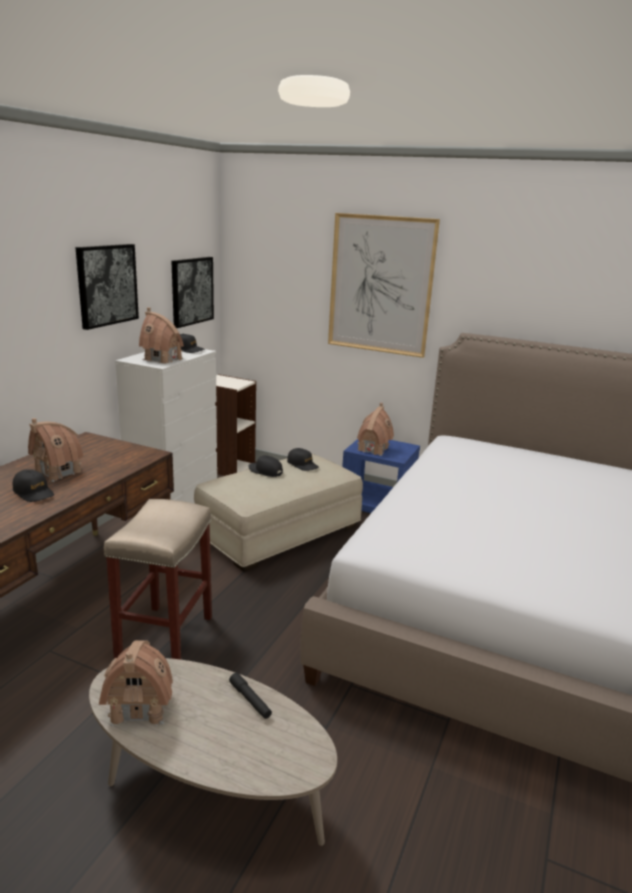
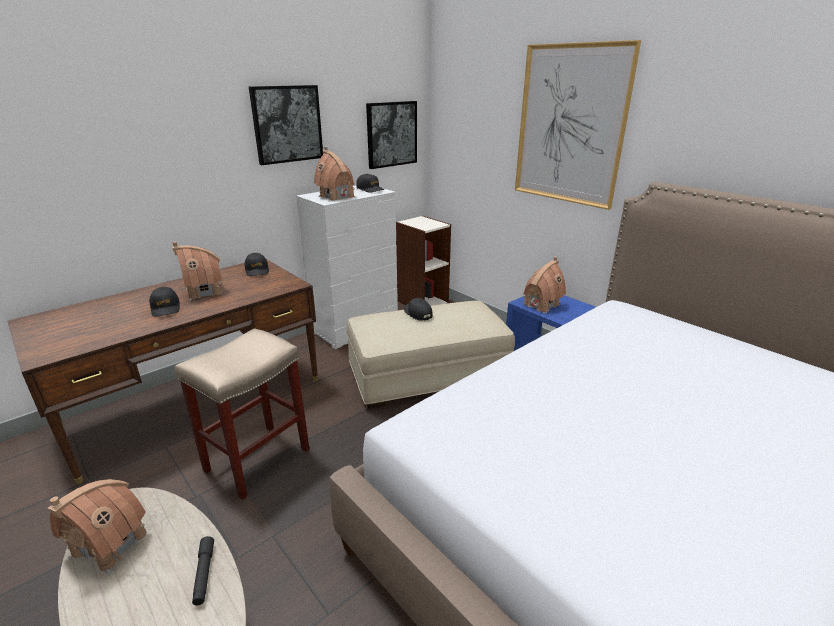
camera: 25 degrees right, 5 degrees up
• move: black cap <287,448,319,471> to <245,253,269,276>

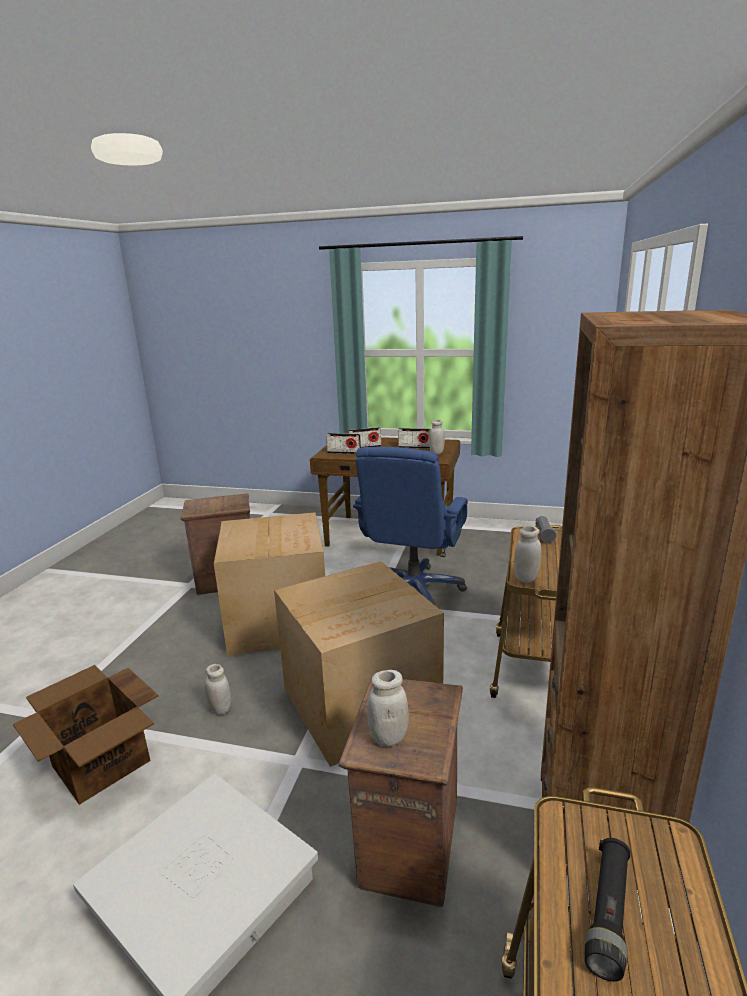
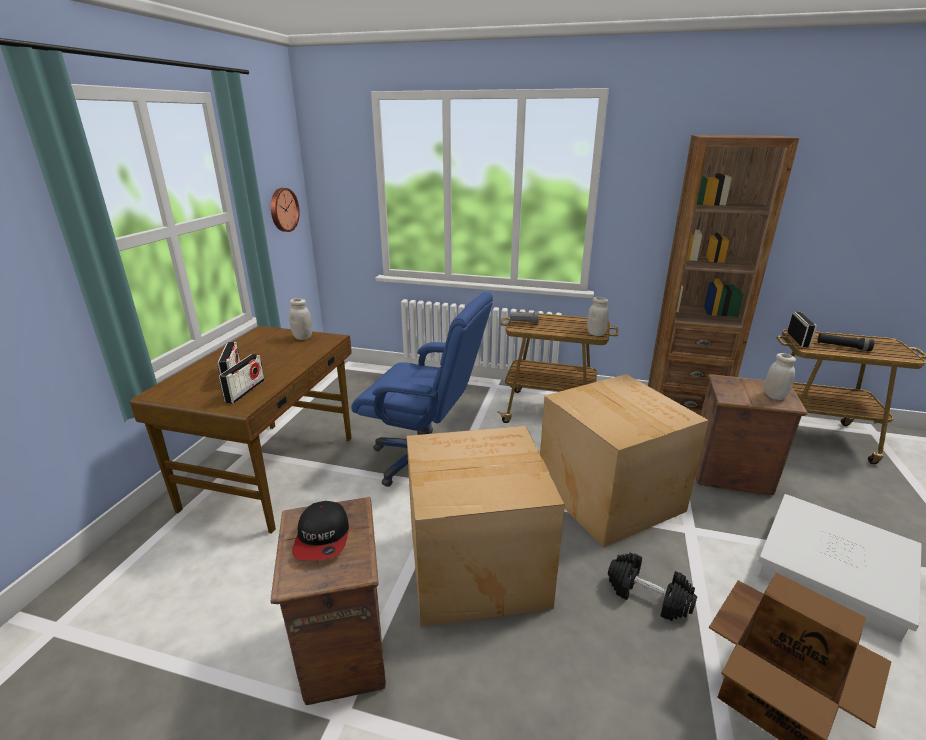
camera: 90 degrees left, 5 degrees up
• insert: wall clock <271,188,300,232>
• insert: cap <292,501,349,561>
• move: radio <398,428,431,449> to <787,311,817,347>
• replace: white jar <205,664,231,715> to black dumbbell <608,553,697,621>

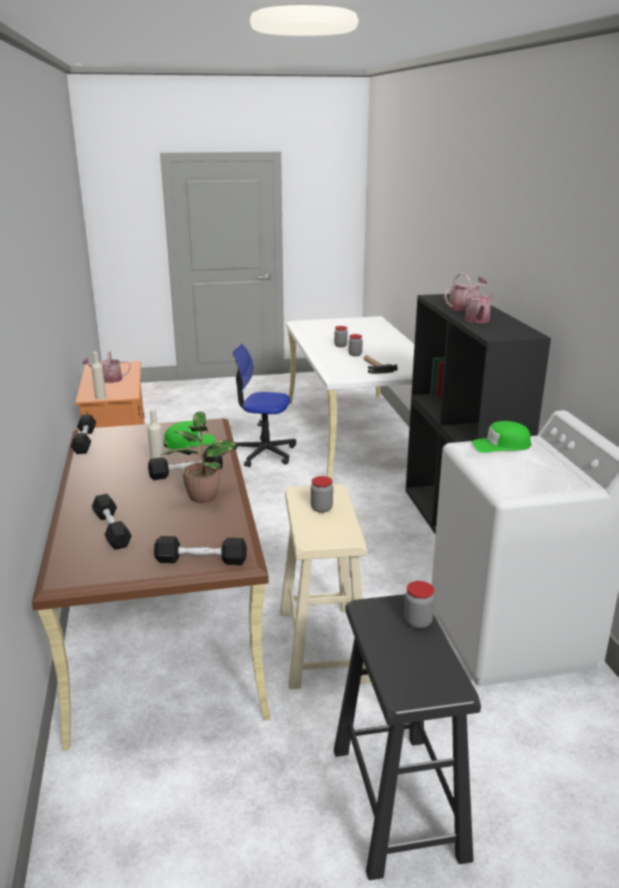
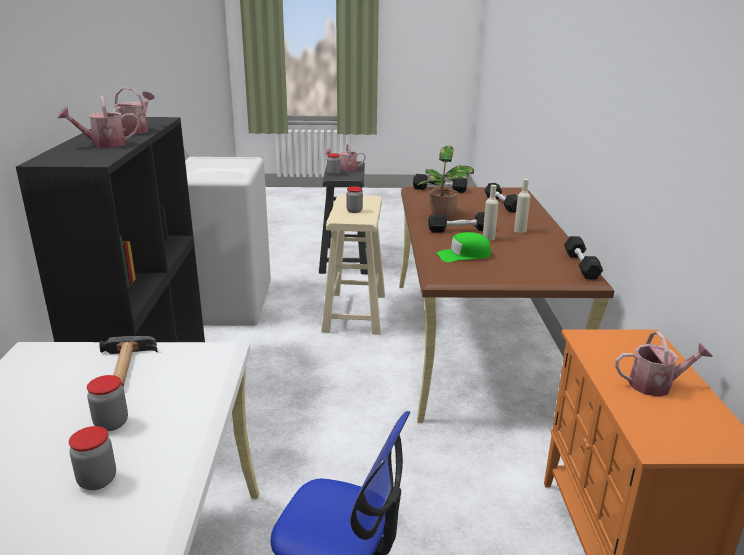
camera: 170 degrees left, 0 degrees up
• delete: green cap <471,421,531,453>
• insert: watering can <325,143,366,171>
• move: beige bottle <91,352,106,399> to <514,179,530,233>

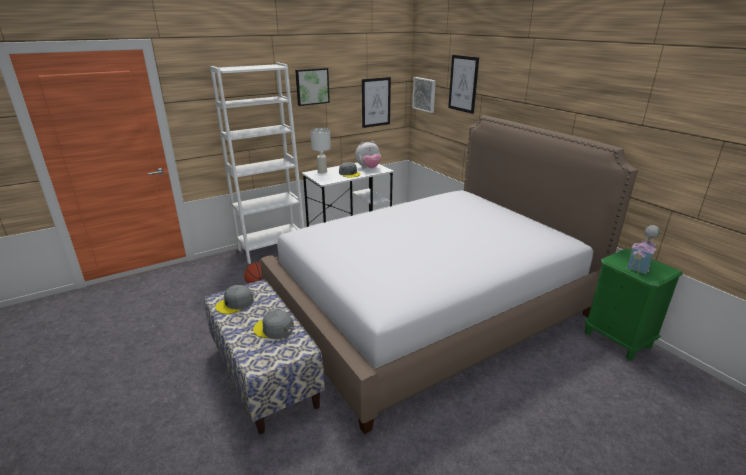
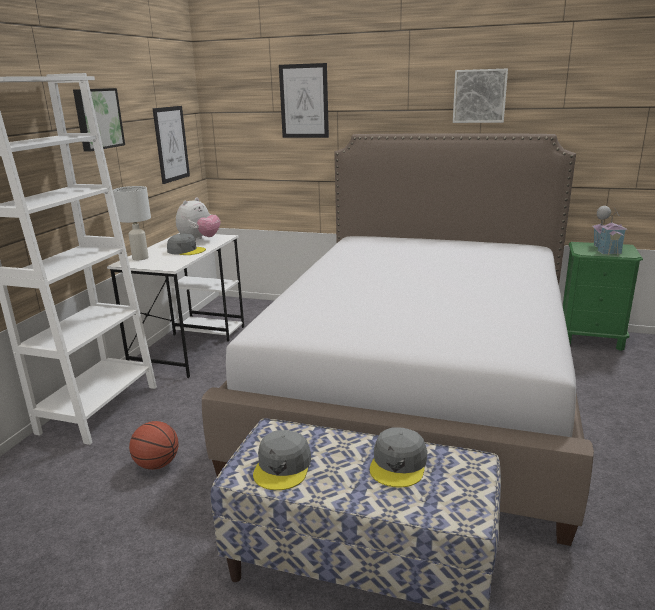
camera: 40 degrees left, 5 degrees down
• move: picture <412,77,436,113> to <453,69,508,123>
• rotate: grey cap <253,310,294,339> = <370,427,427,487> 45 degrees counterclockwise

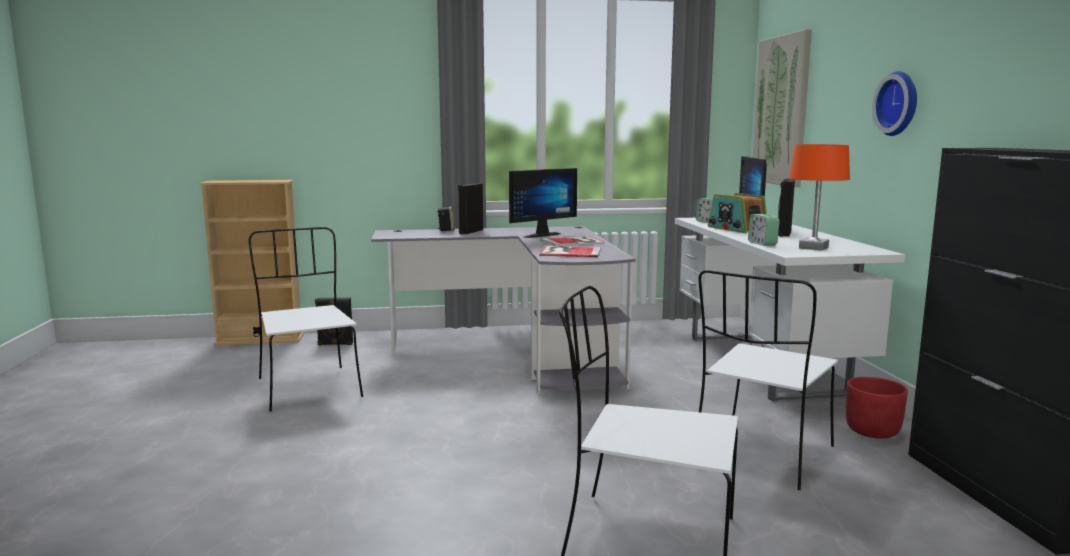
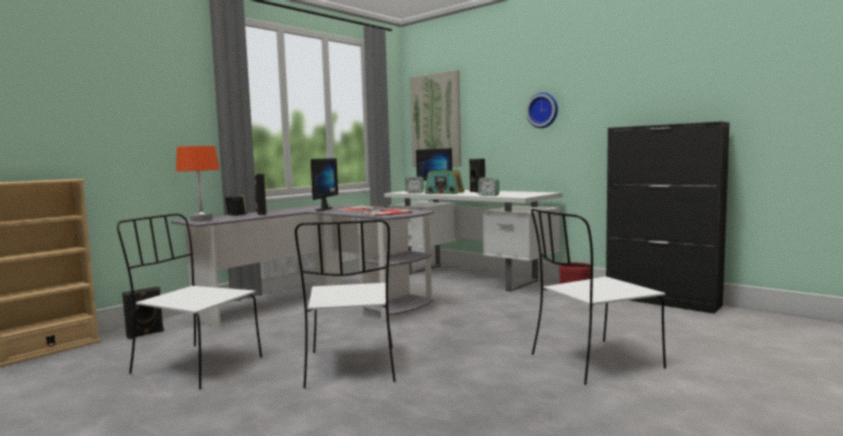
camera: 40 degrees left, 5 degrees down
• move: white chair <699,270,838,490> to <295,220,396,388>
• move: orange table lamp <789,144,850,251> to <176,146,220,221>

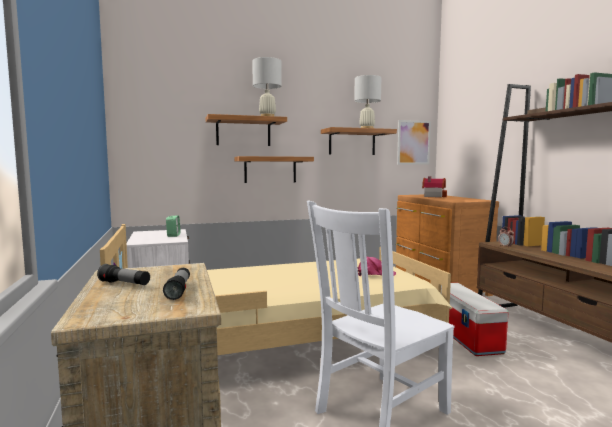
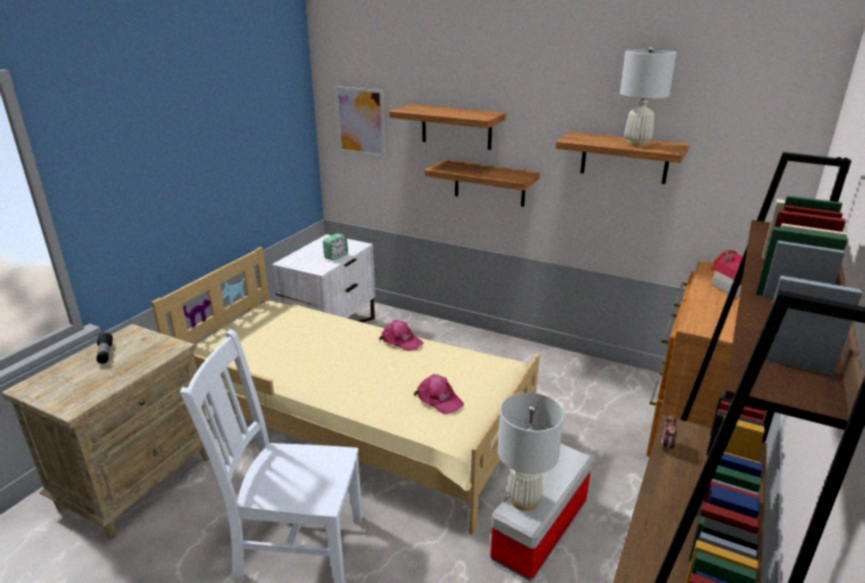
camera: 45 degrees right, 20 degrees up
• delete: flashlight <163,268,190,300>
• insert: pink cap <379,320,424,351>
• move: white table lamp <252,57,282,116> to <498,393,564,511>
• move: picture <397,120,431,165> to <335,86,385,158>

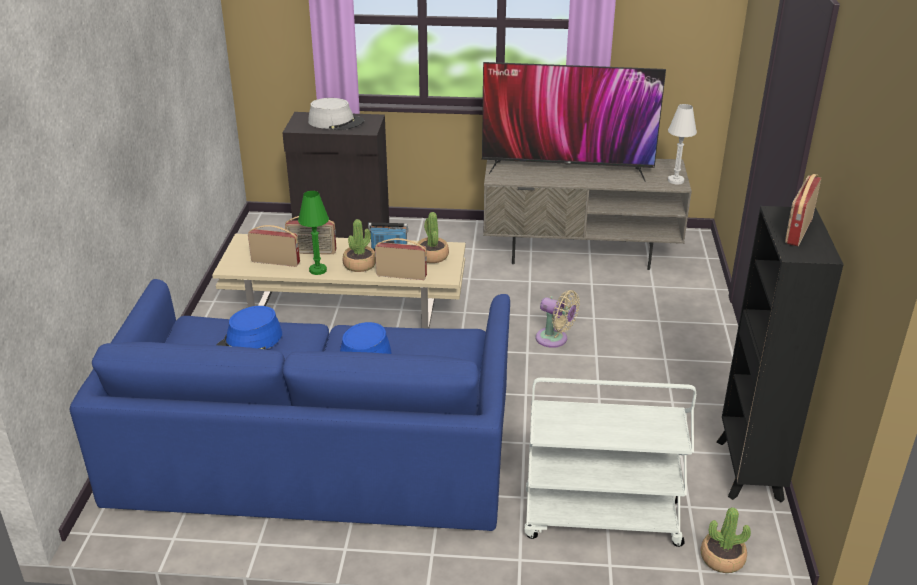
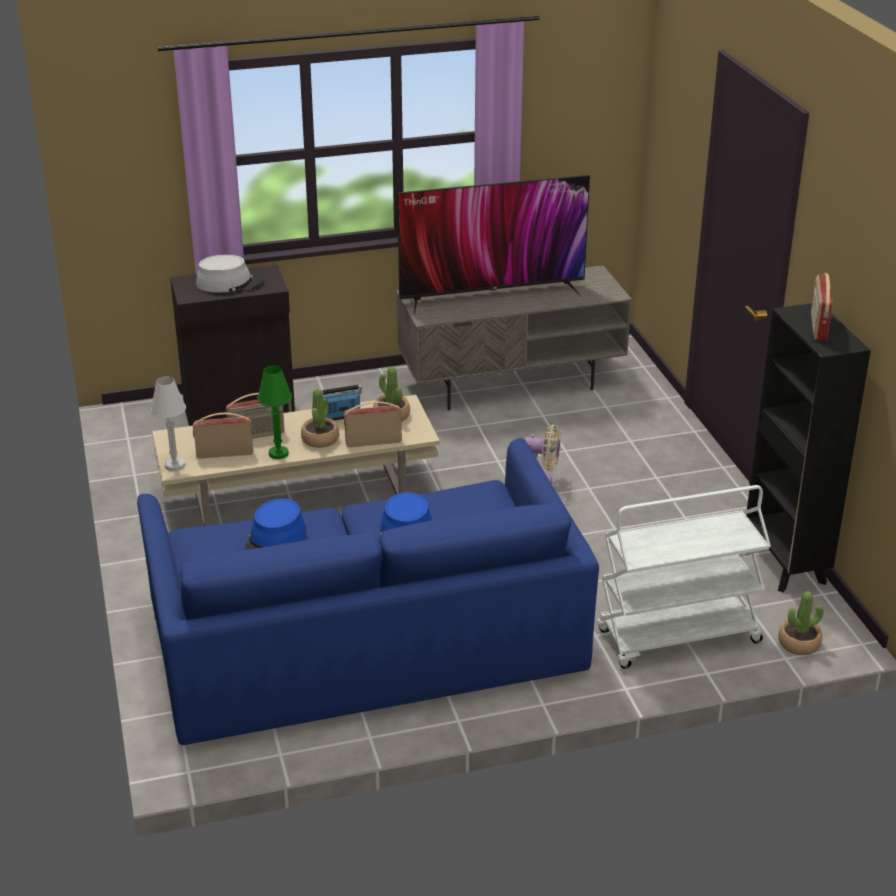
camera: 20 degrees left, 0 degrees up
• move: white table lamp <668,104,697,185> to <151,376,186,471>

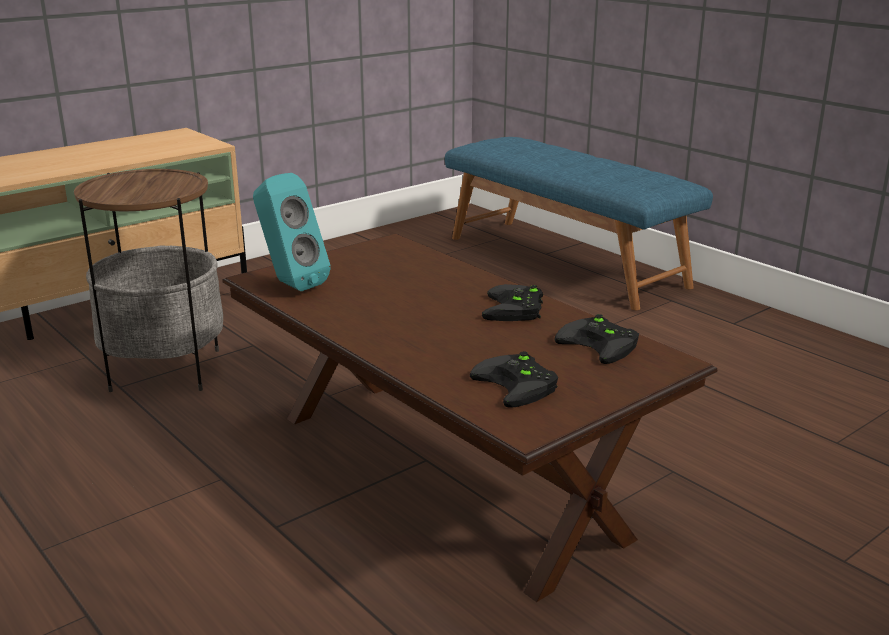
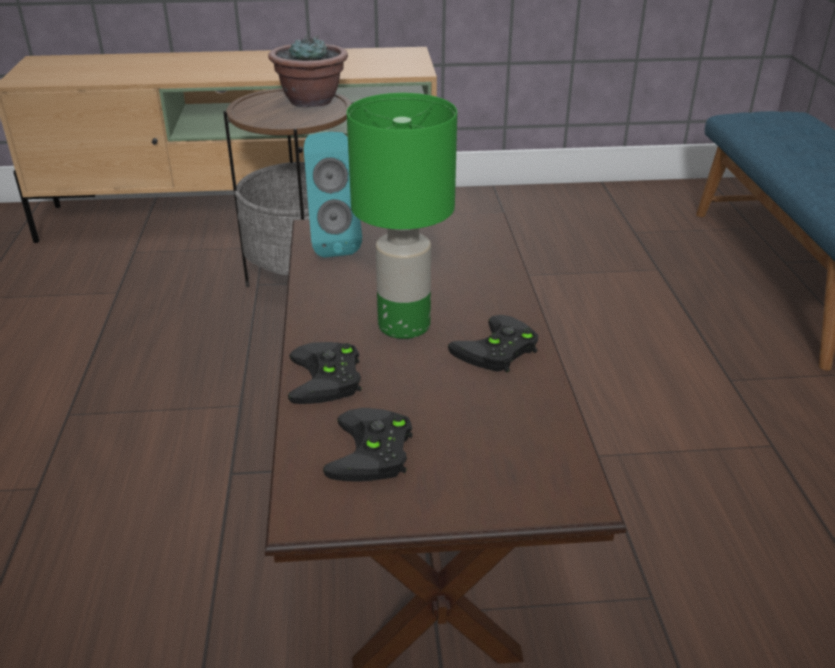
camera: 35 degrees right, 10 degrees up
• insert: potted plant <268,34,348,108>
• insert: green table lamp <347,93,457,339>
• move: black game controller <555,314,639,364> to <288,342,361,404>

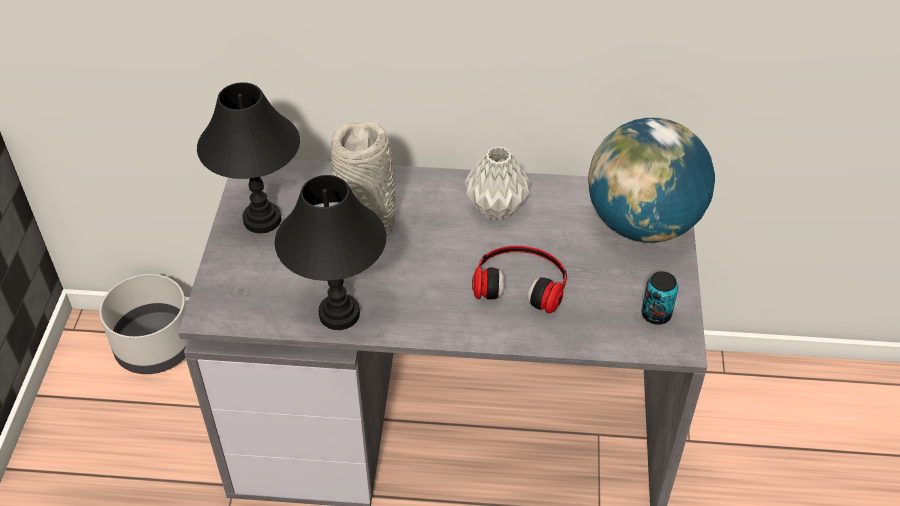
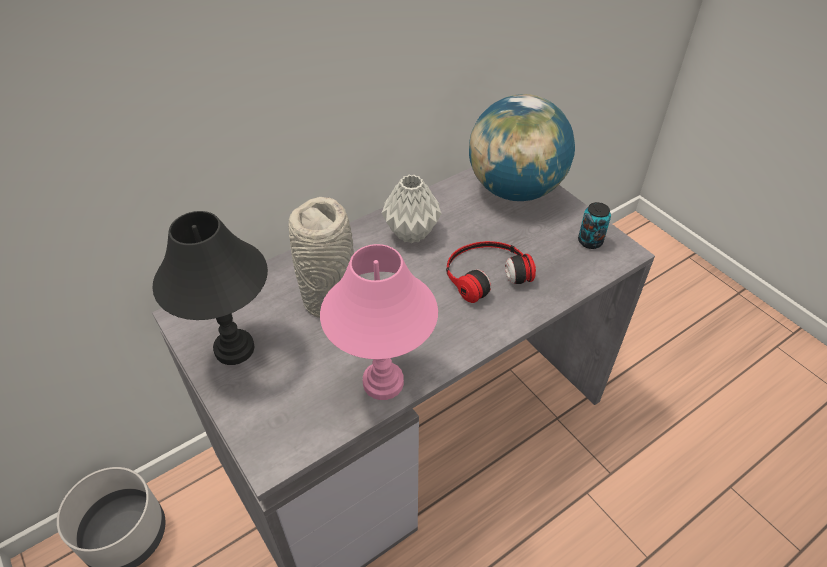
camera: 40 degrees left, 0 degrees up
• recolor: black table lamp <275,175,386,330> to pink table lamp <320,244,438,400>

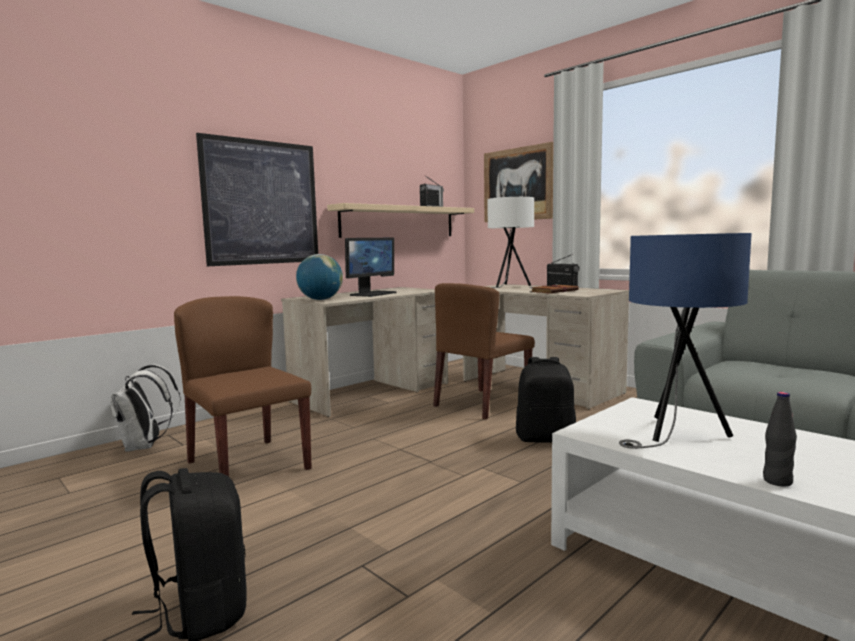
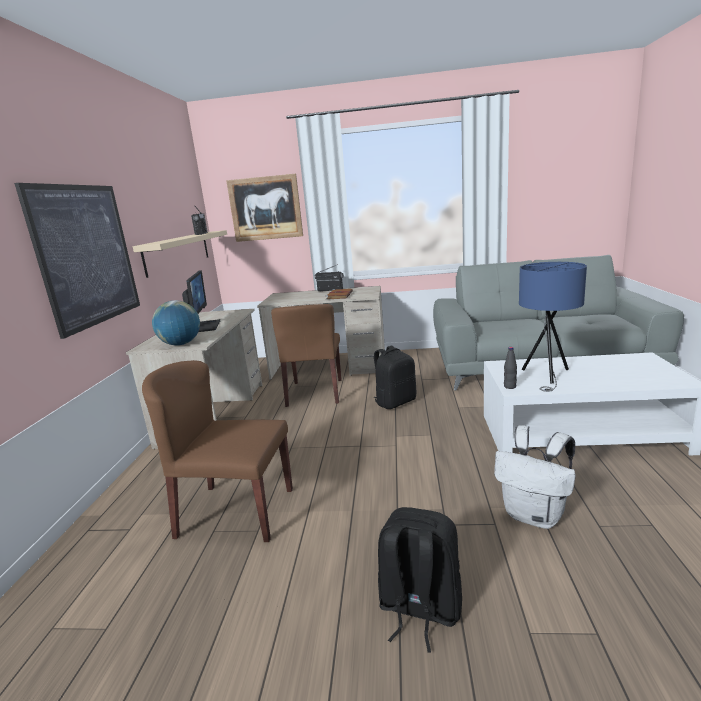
camera: 40 degrees left, 10 degrees up
• delete: white table lamp <487,197,534,288>
• move: white backpack <110,364,181,452> to <494,425,576,529>
• move: black bottle <763,392,797,487> to <504,347,517,389>

